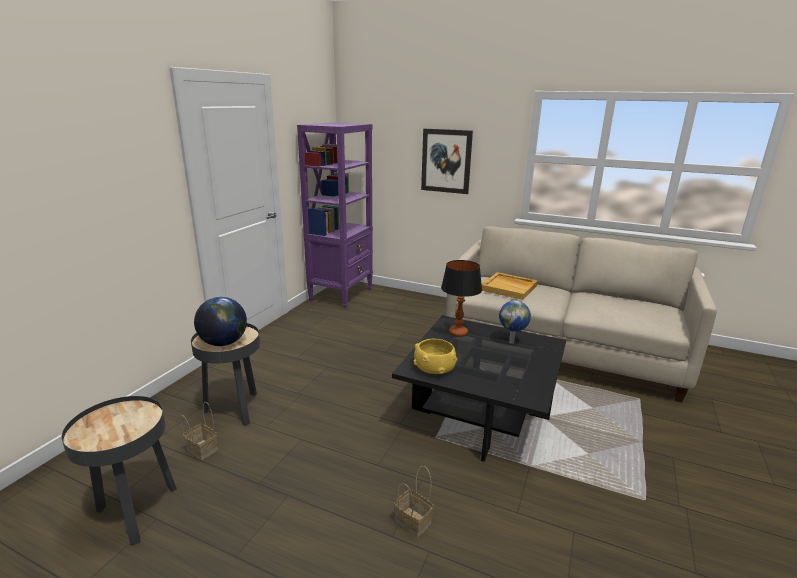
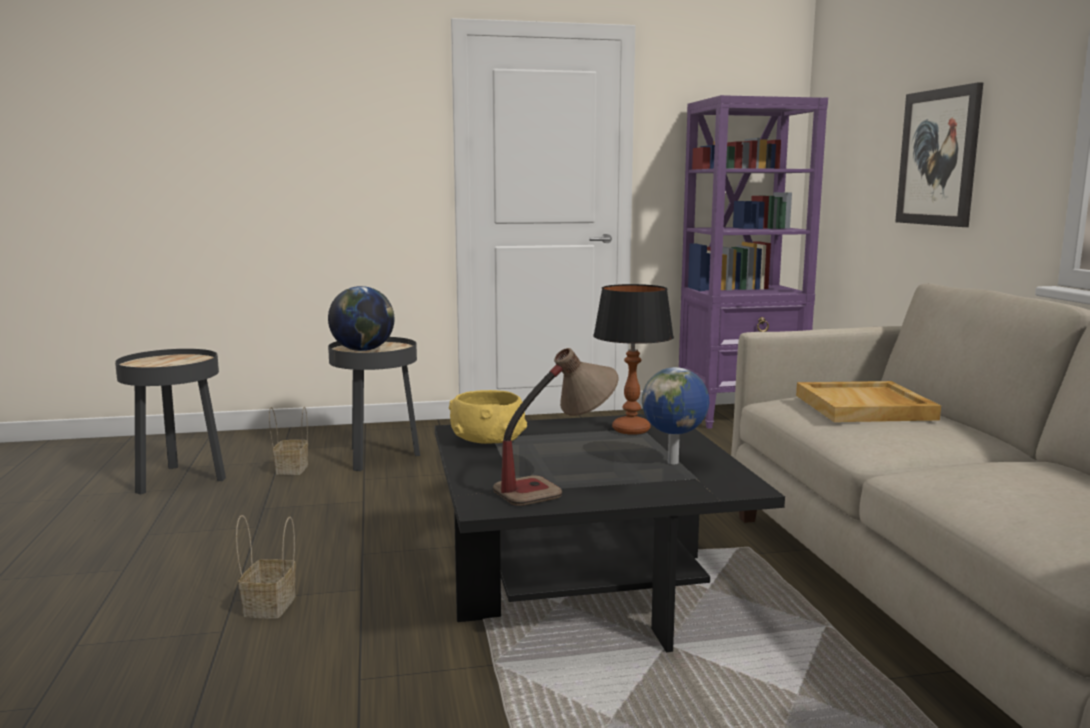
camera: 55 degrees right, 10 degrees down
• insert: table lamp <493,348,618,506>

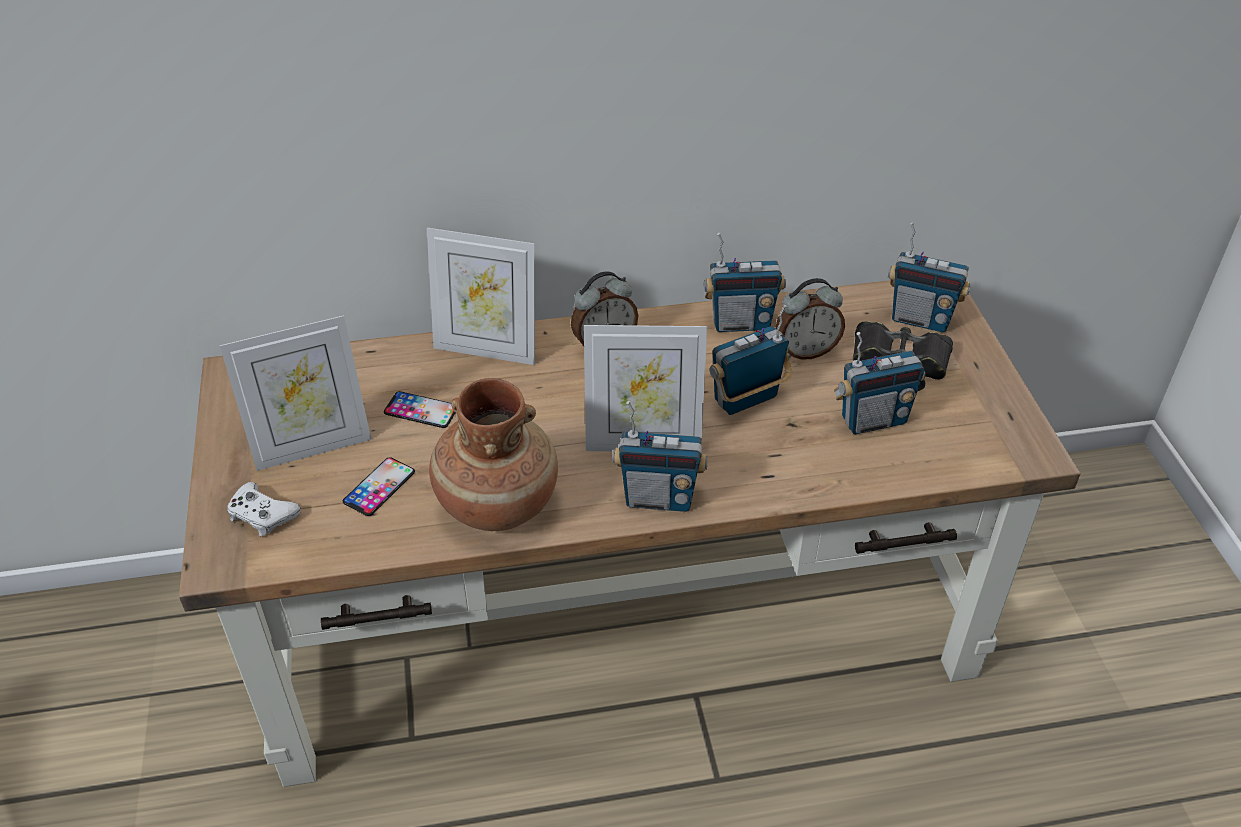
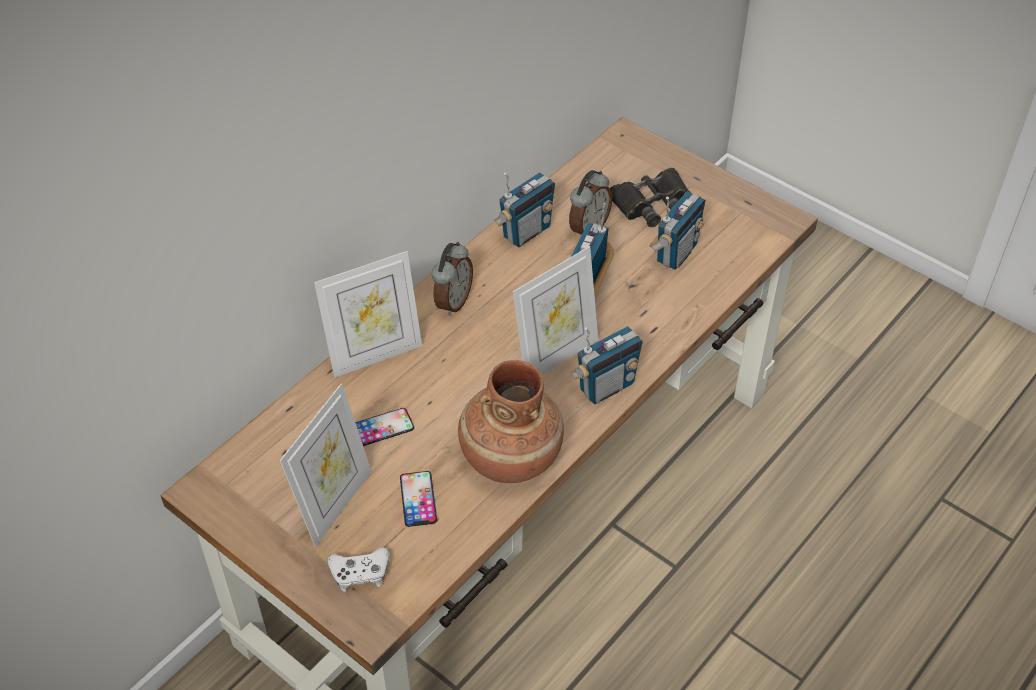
camera: 40 degrees left, 5 degrees up
• delete: radio <888,222,971,332>

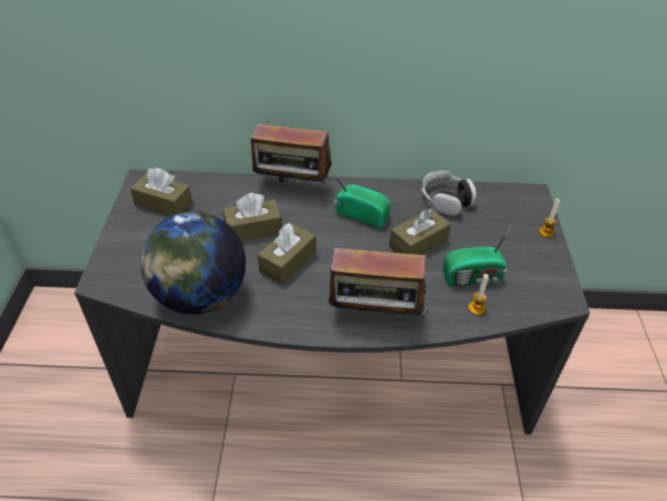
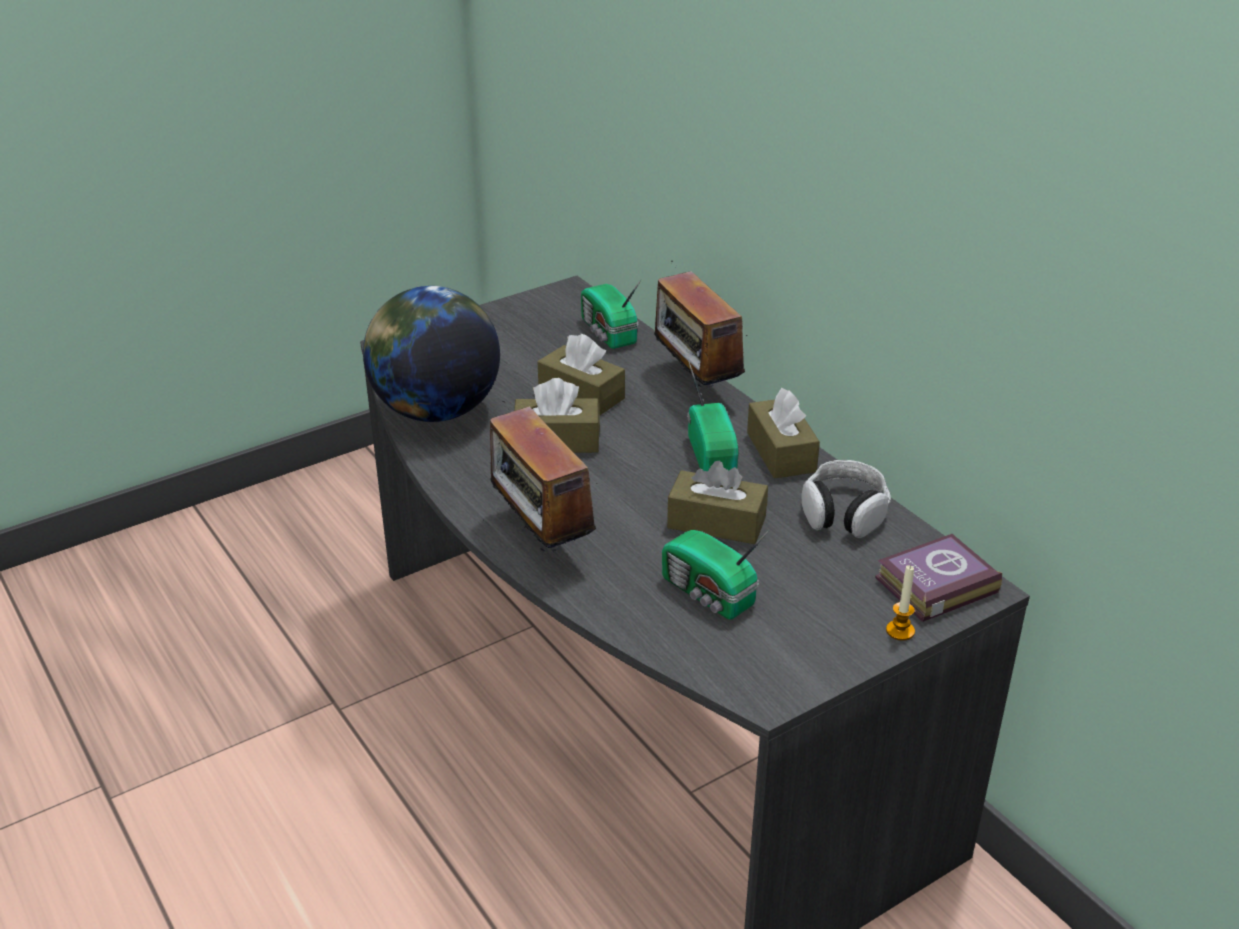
camera: 55 degrees right, 10 degrees down
• delete: candle <468,274,488,315>
• insert: radio <581,279,642,349>
• insert: book <875,534,1002,622>
• move: brown tissue box <130,168,192,216> to <747,388,820,479>

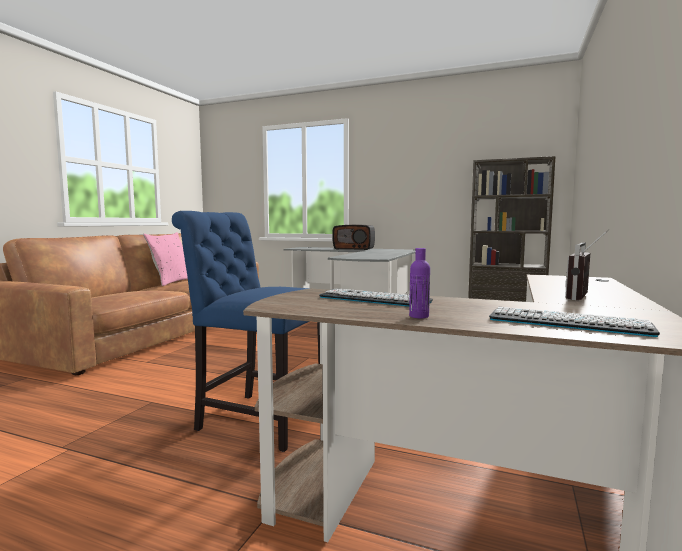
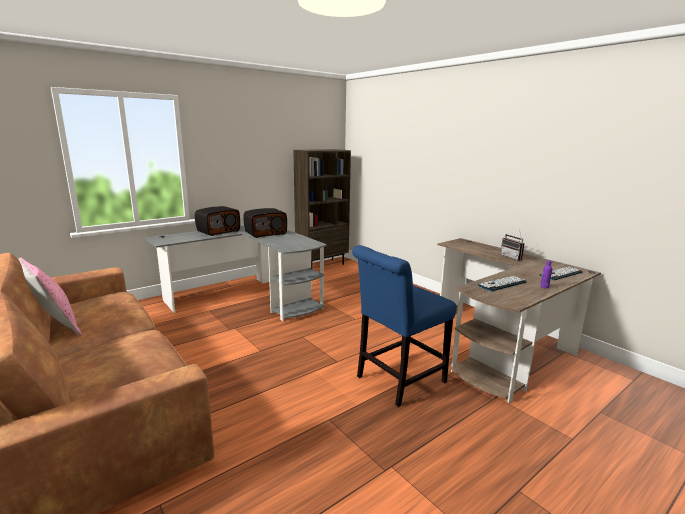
camera: 60 degrees left, 10 degrees up
• insert: radio <244,208,287,238>

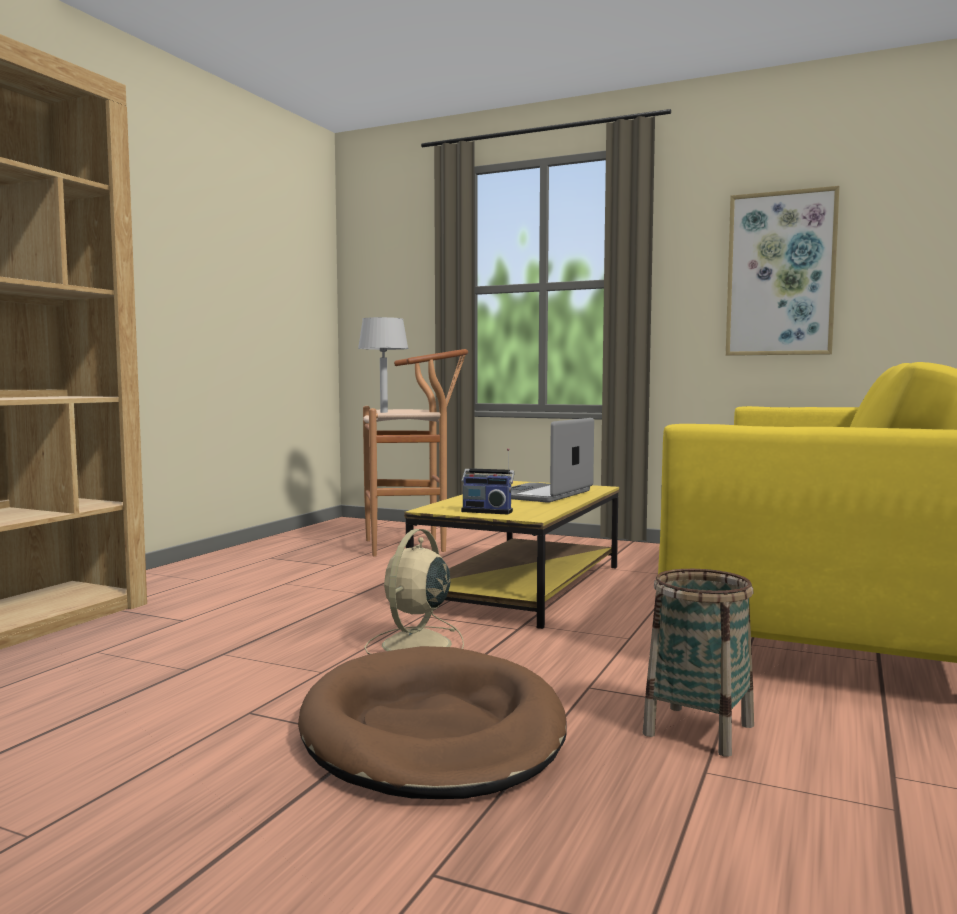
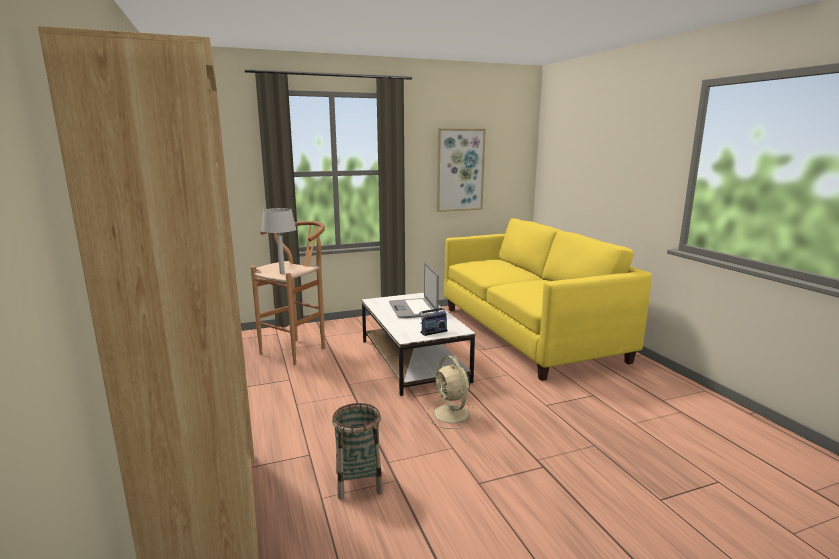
camera: 45 degrees left, 10 degrees up
• delete: brown dog bed <298,646,566,799>
• move: basket <643,569,754,757> to <332,403,383,499>
• recolor: yellow coffee table <404,481,619,629> to white coffee table <361,293,476,396>

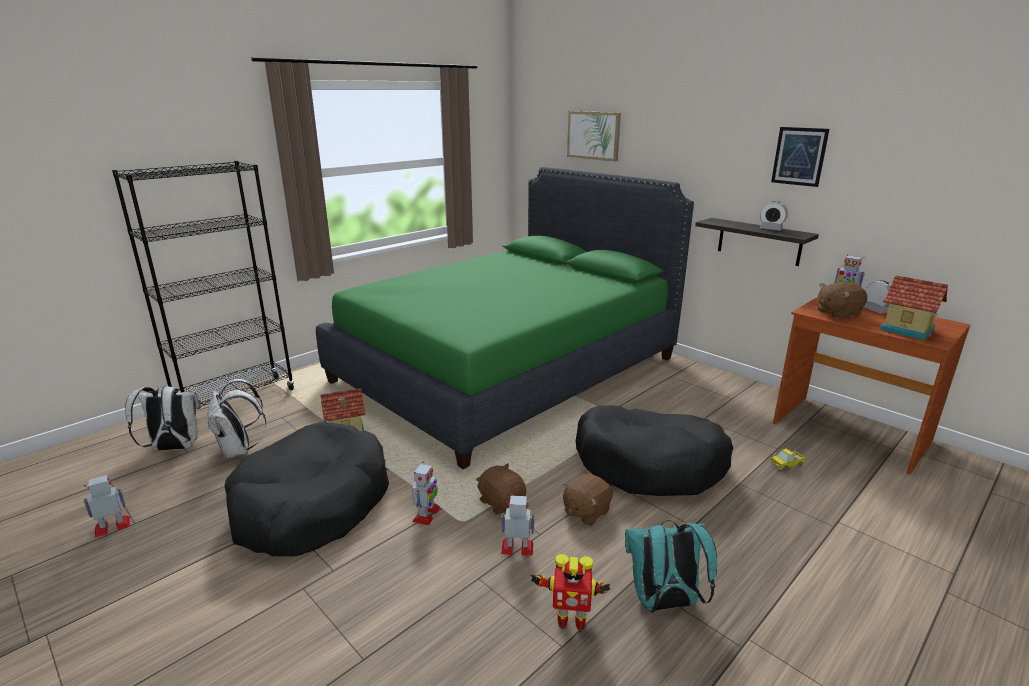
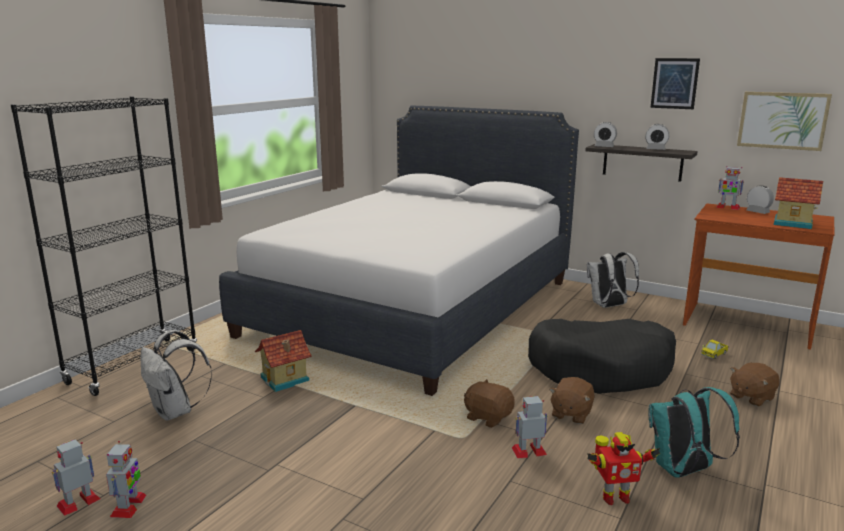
camera: 15 degrees left, 5 degrees down
• delete: black dog bed <224,422,389,556>
• insert: alarm clock <594,122,617,147>
• move: white backpack <125,386,201,451> to <587,252,639,308>
• move: toy robot <412,462,440,526> to <106,441,146,518>
• move: picture <567,111,621,161> to <737,92,832,151>
• move: brown plush toy <817,281,867,319> to <730,363,780,407>
• recolor: green bed <316,167,694,469> to white bed <219,106,579,396>

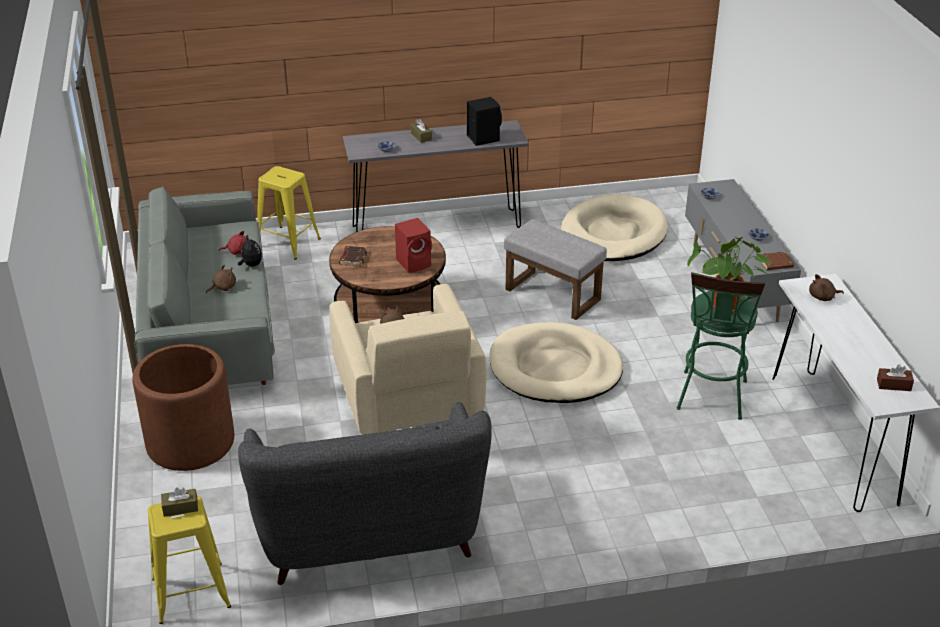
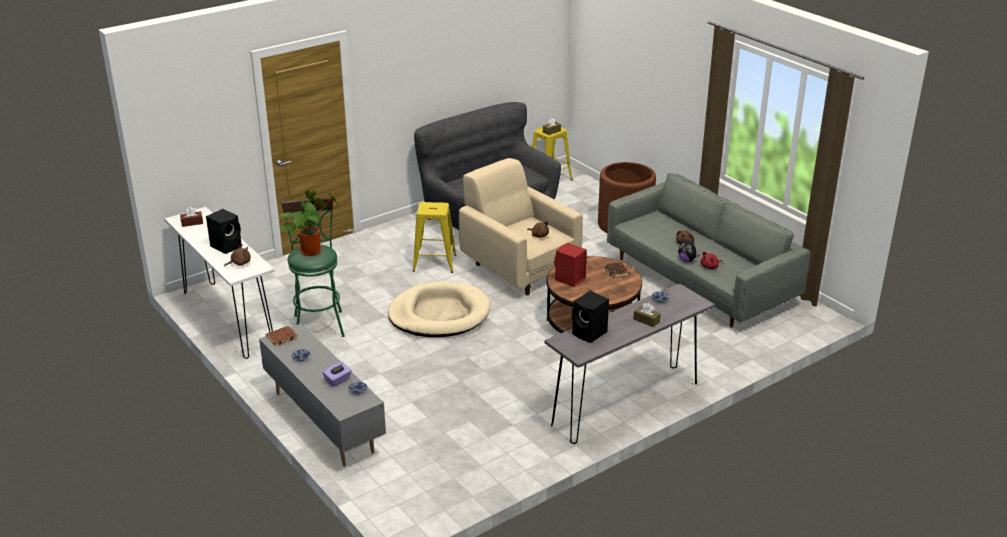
camera: 155 degrees right, 5 degrees down
• delete: grey ottoman <504,219,607,320>
• delete: beige dog bed <561,194,668,261>
• insert: black speaker <206,209,242,254>
• insert: purple tissue box <323,362,352,387>
• move: yellow stool <257,166,321,259> to <413,202,456,273>

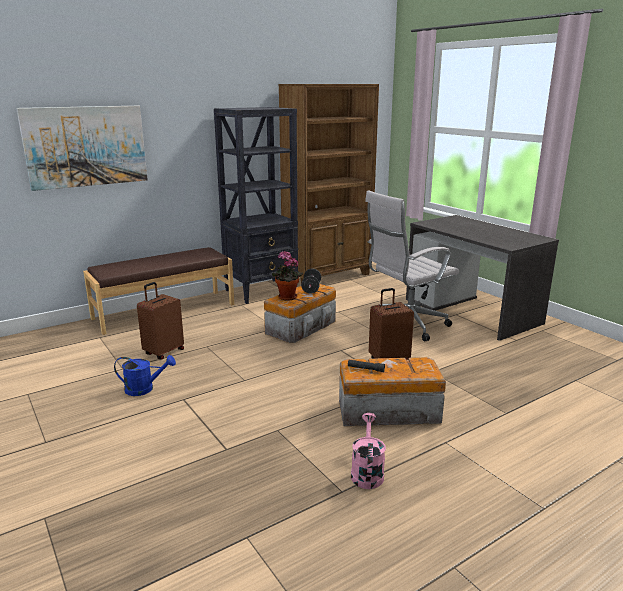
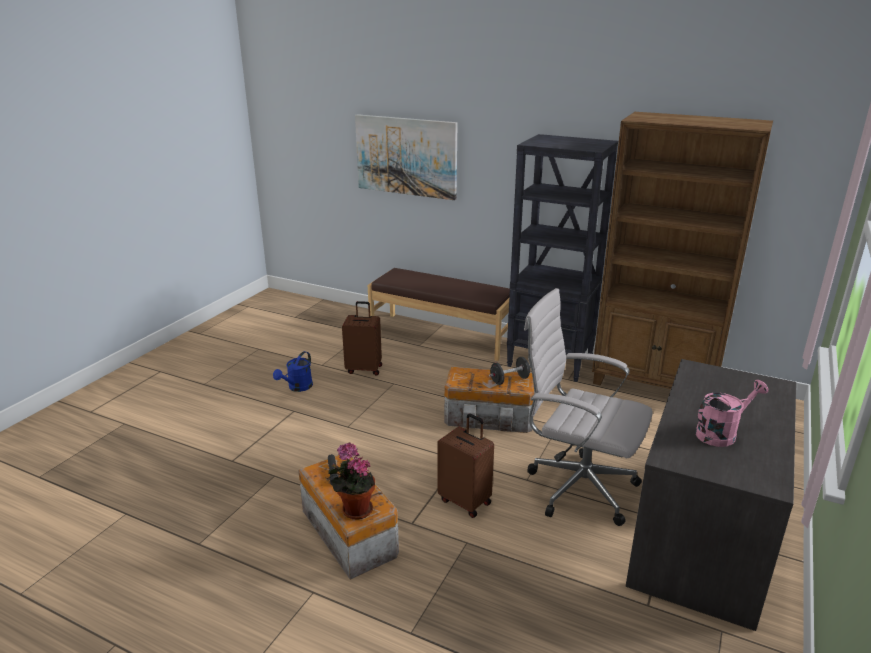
camera: 60 degrees right, 5 degrees up
• move: potted plant <272,251,303,301> to <328,443,375,520>
• move: pink watering can <351,413,386,489> to <696,380,769,447>
• rotate: blue watering can <114,355,176,396> = <273,351,313,392> 60 degrees clockwise

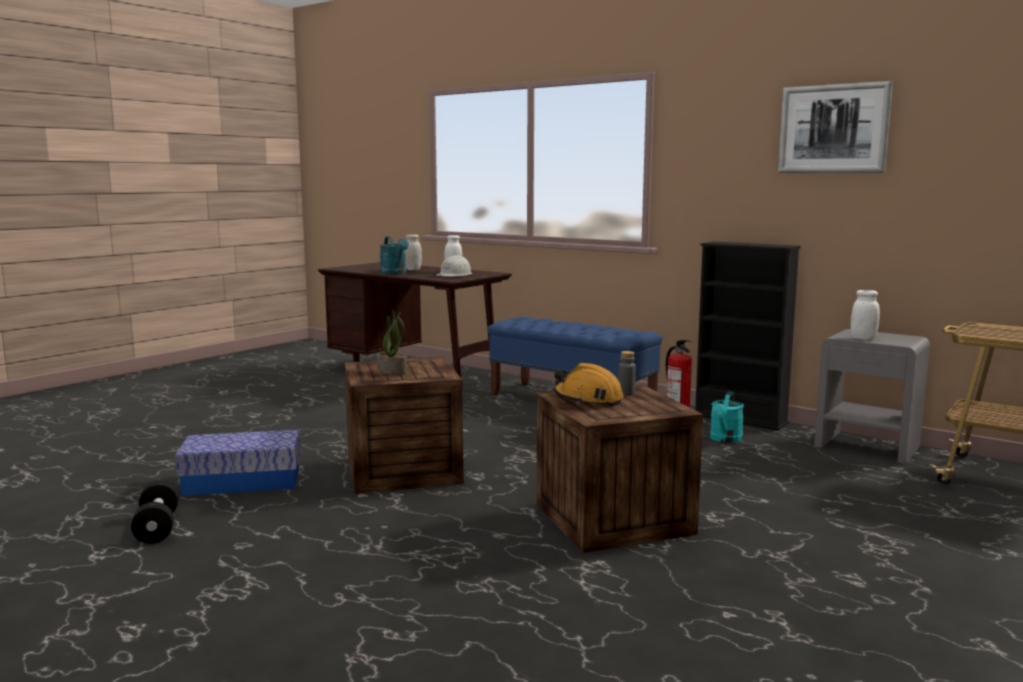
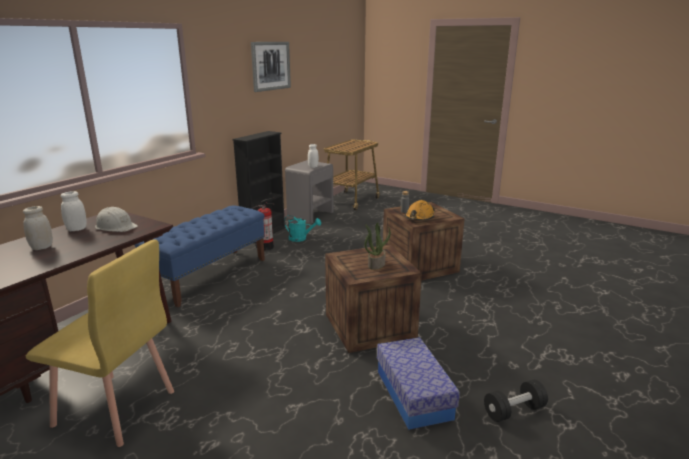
camera: 95 degrees left, 10 degrees up
• delete: turquoise watering can <380,236,409,275>
• insert: yellow chair <26,239,174,447>

